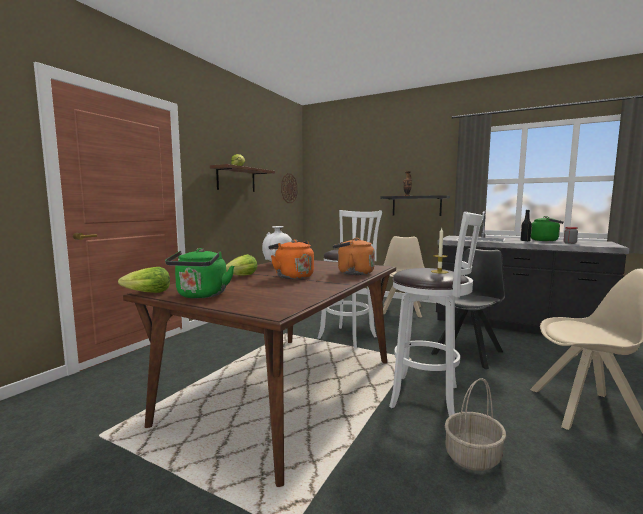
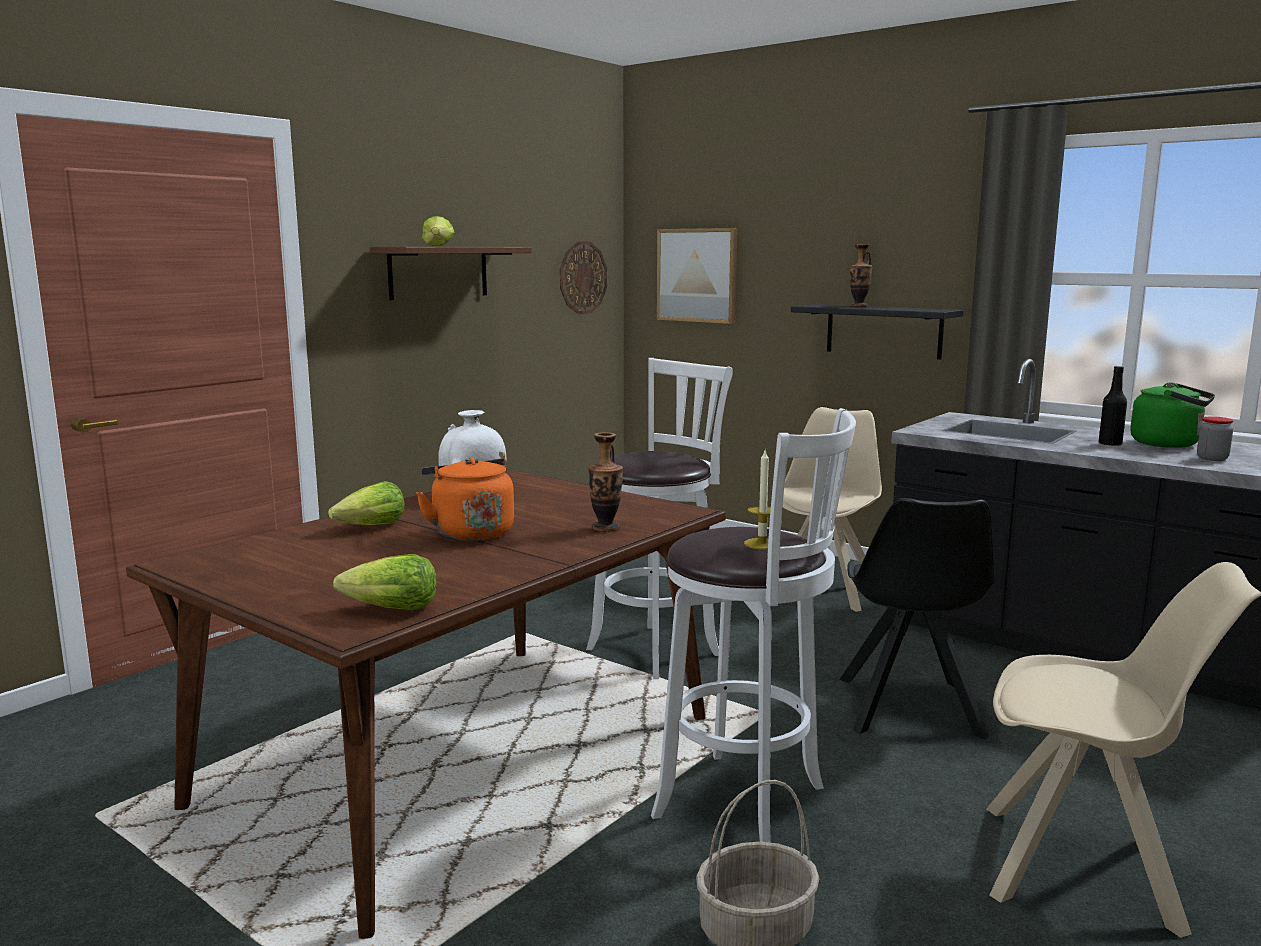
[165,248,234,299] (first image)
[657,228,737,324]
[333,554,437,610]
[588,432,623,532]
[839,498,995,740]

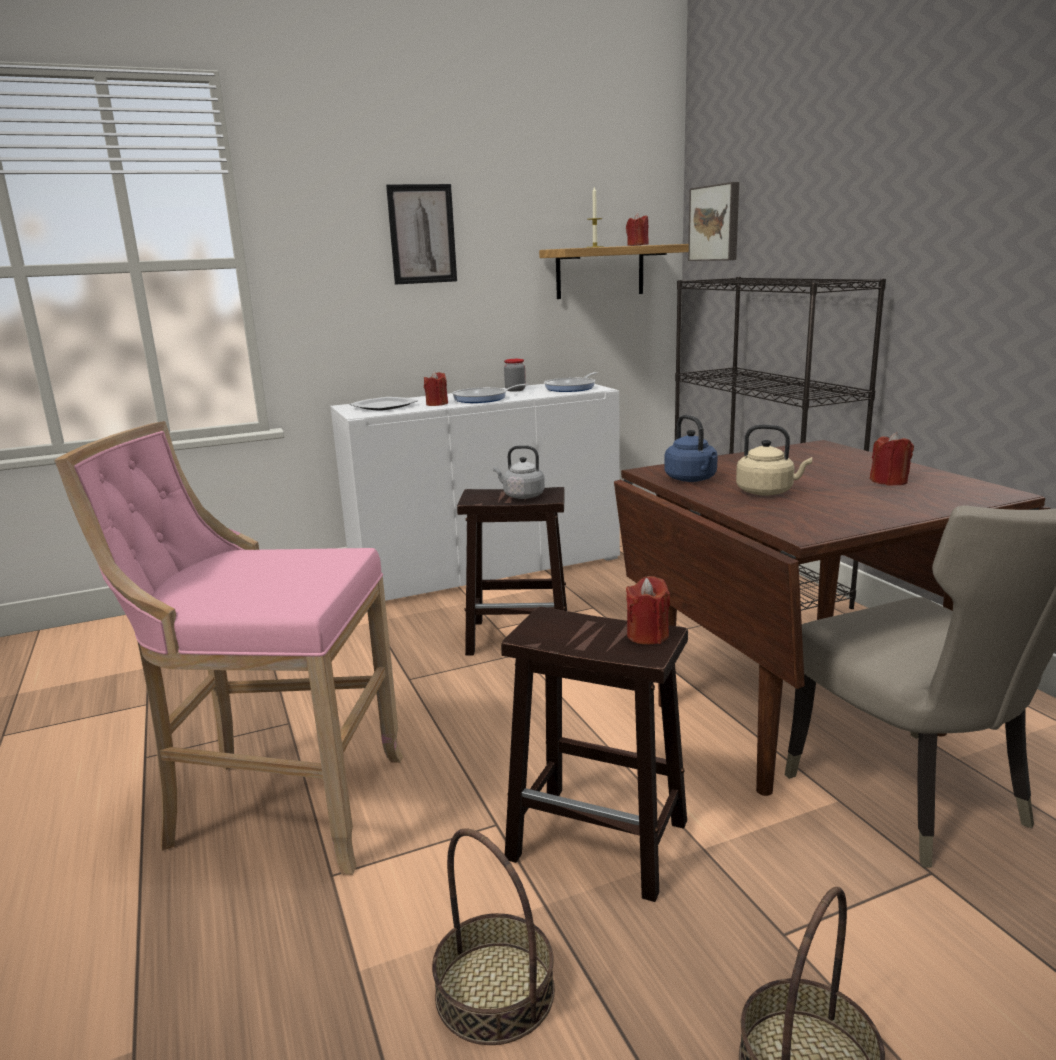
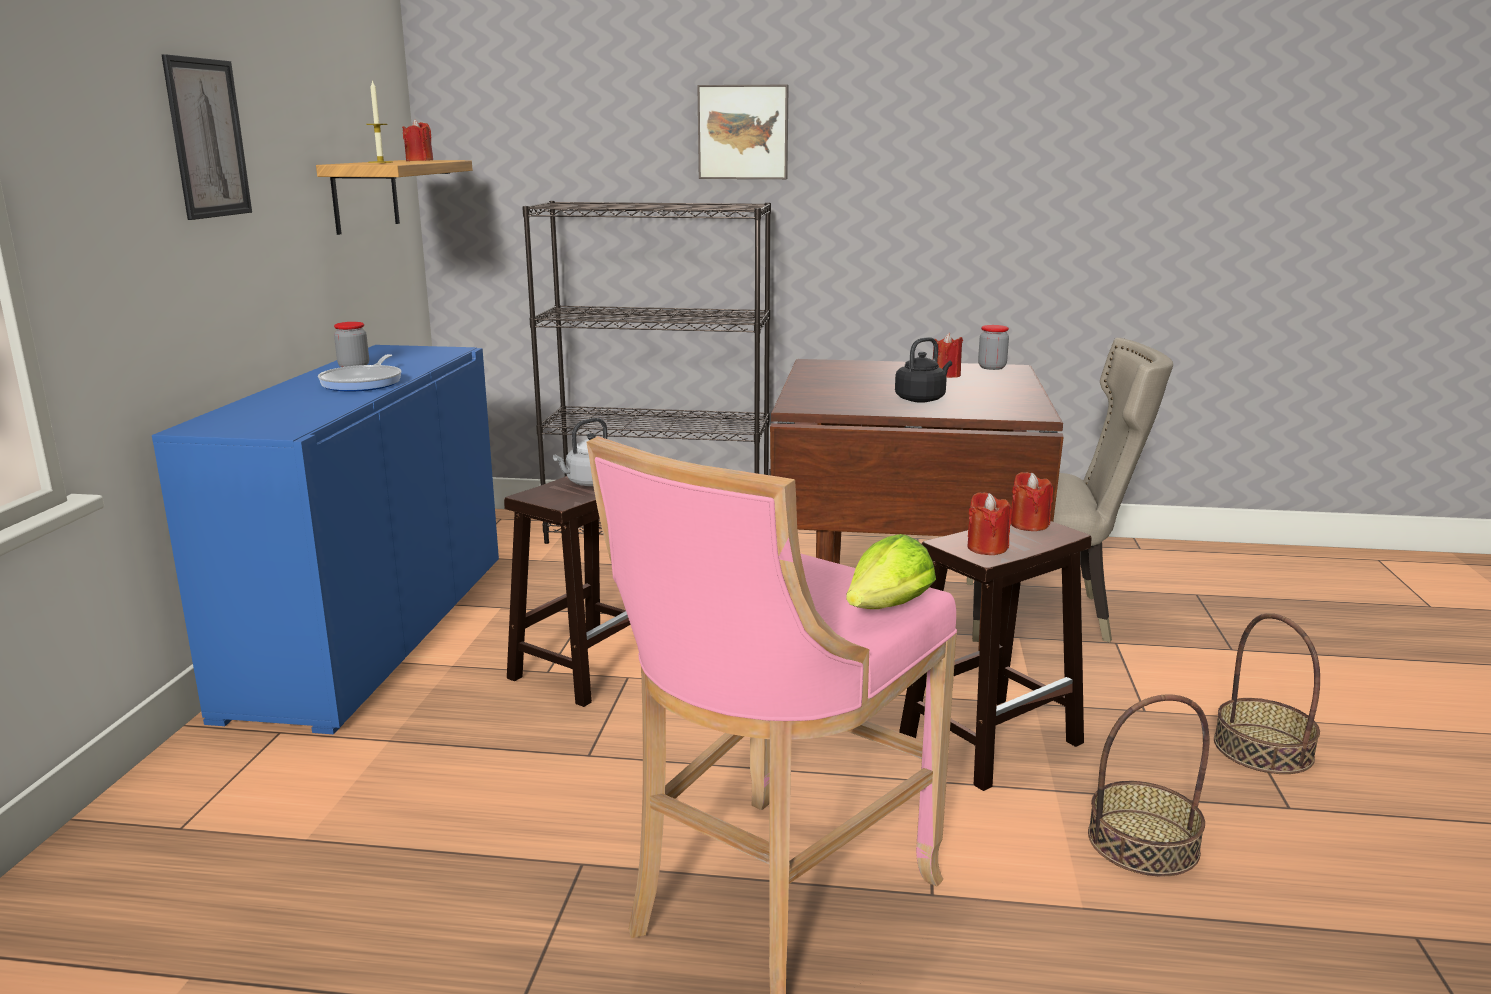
[350,397,417,411] (first image)
[544,372,597,392] (first image)
[664,415,718,482] (first image)
[846,534,936,609]
[978,325,1009,370]
[967,492,1012,555]
[697,85,789,179]
[152,345,499,734]
[895,337,952,403]

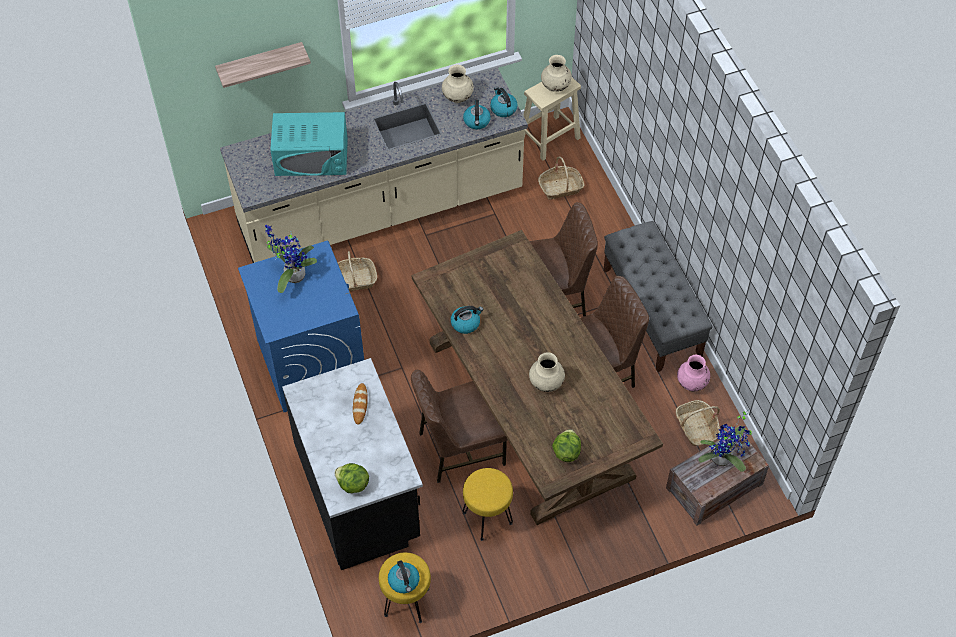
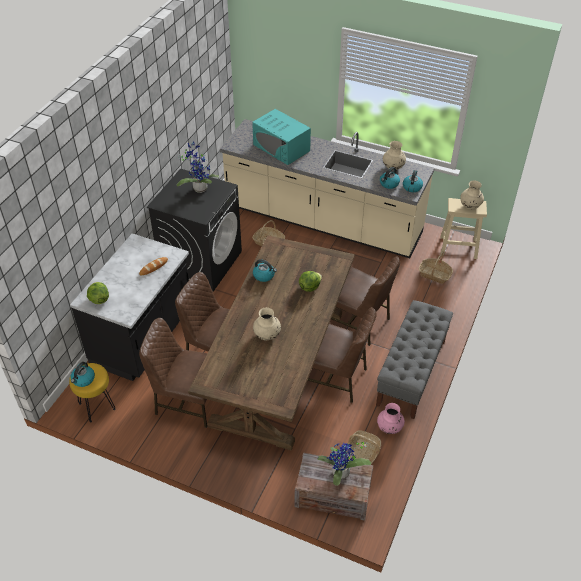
[215,42,311,88] (first image)
[299,271,322,292]
[139,318,207,428]
[147,169,242,292]

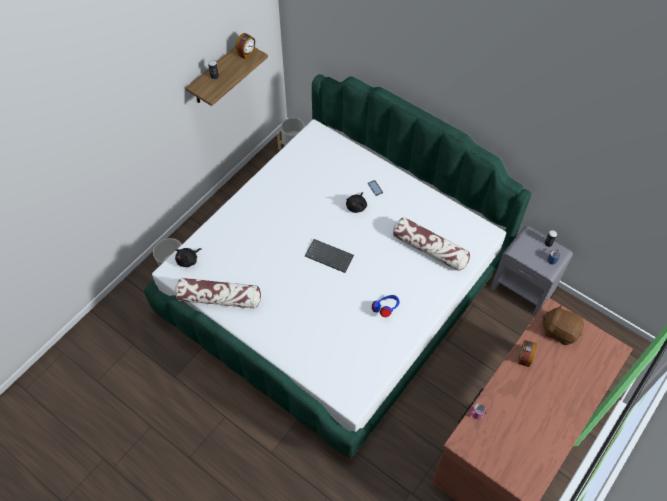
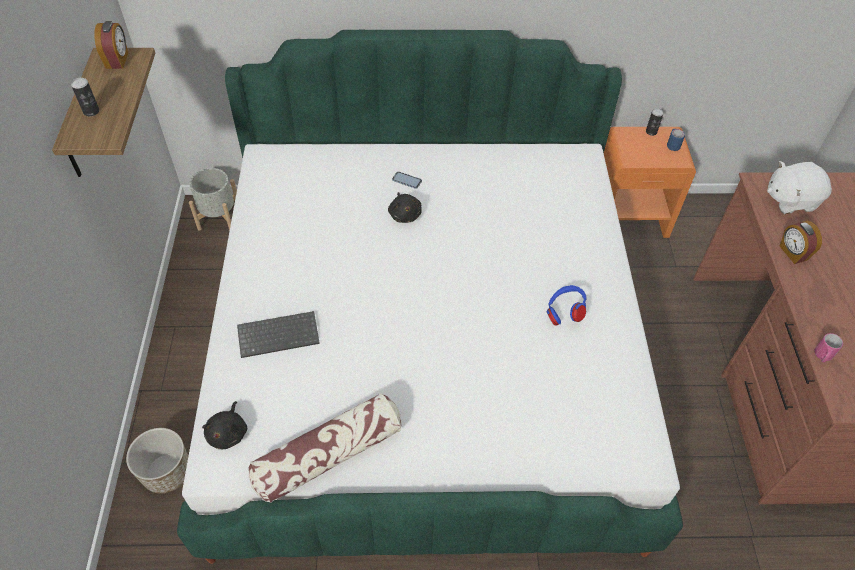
[393,217,470,271] (first image)
[237,311,320,358]
[604,127,696,238]
[767,161,832,214]

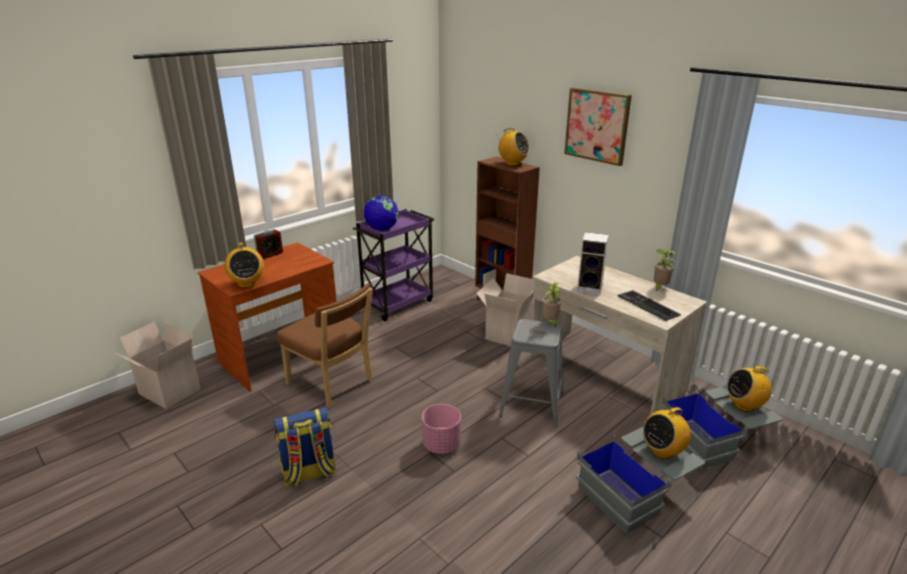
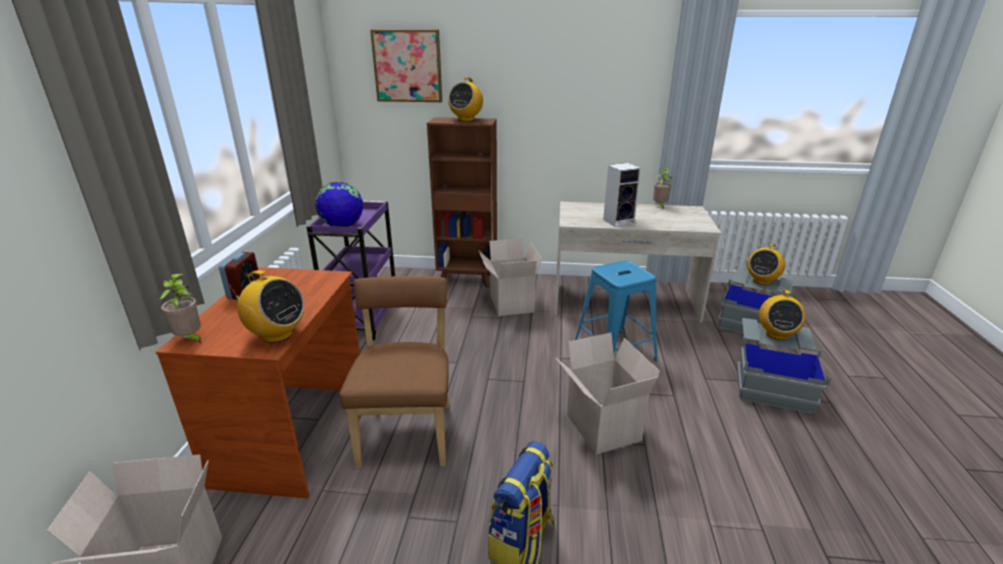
[618,290,681,321] (first image)
[159,274,201,345]
[370,29,442,102]
[556,333,660,454]
[575,260,658,361]
[340,276,449,468]
[448,77,483,121]

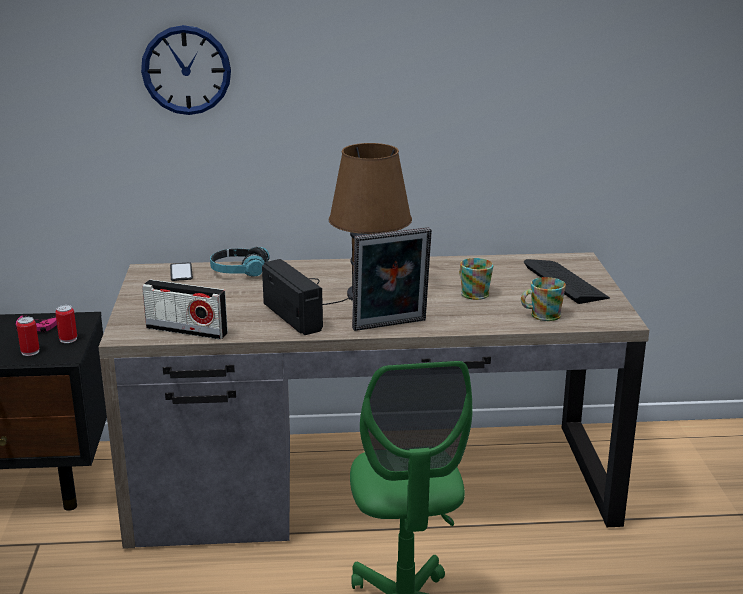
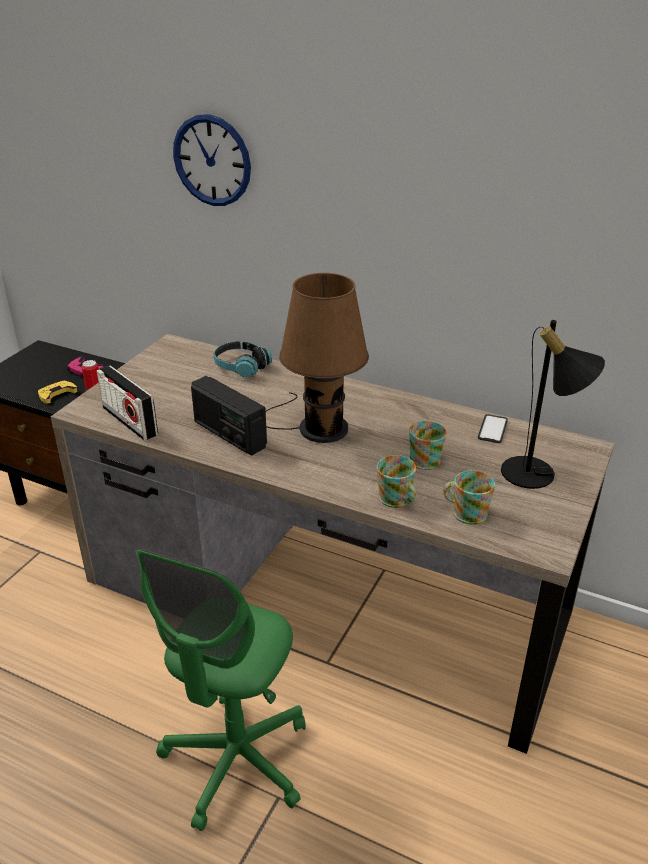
[352,227,432,331] (first image)
[377,455,416,508]
[478,414,508,443]
[38,381,77,404]
[501,320,605,489]
[191,376,267,455]

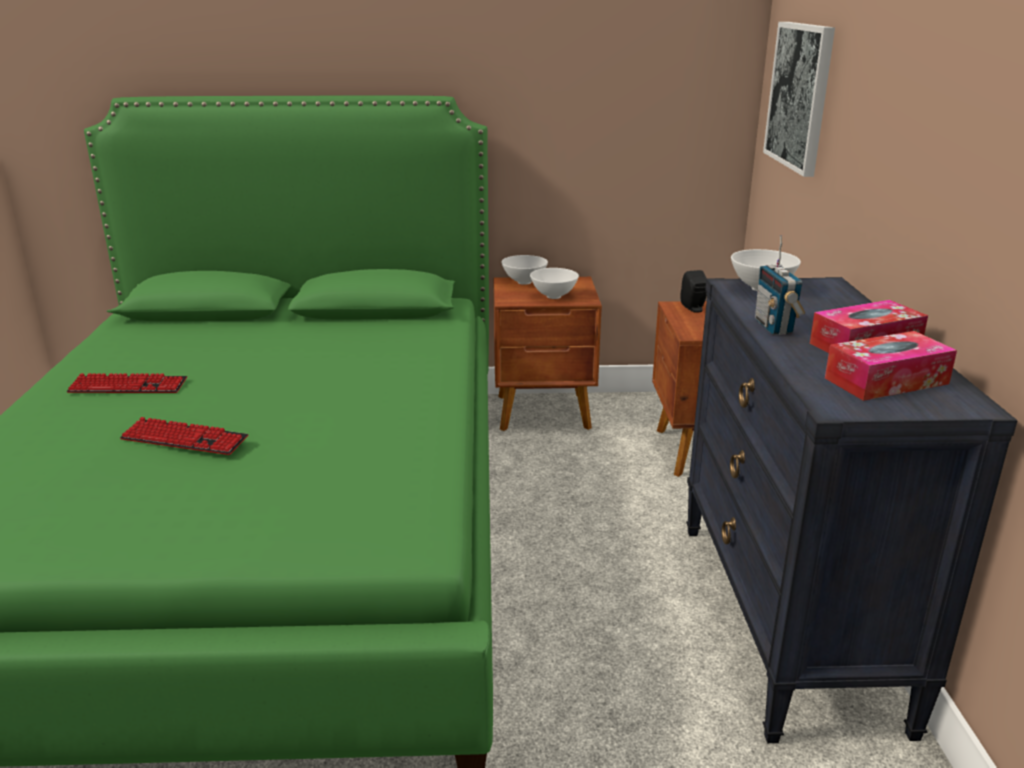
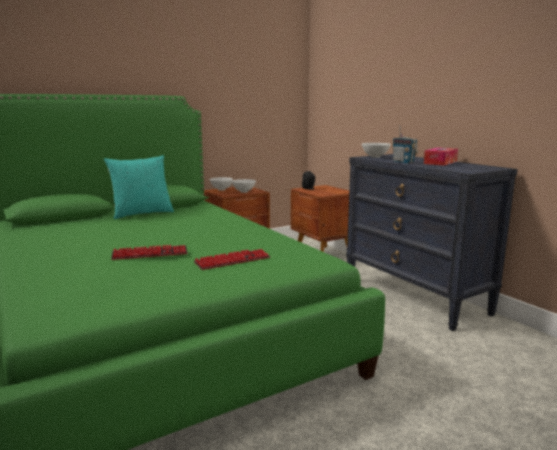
[763,22,835,177] (first image)
[825,331,957,401] (first image)
[104,155,174,219]
[194,249,270,270]

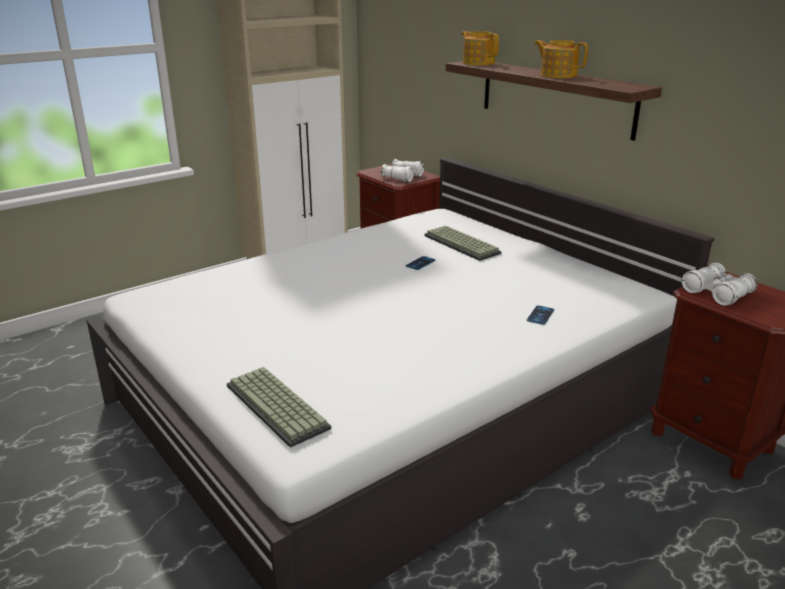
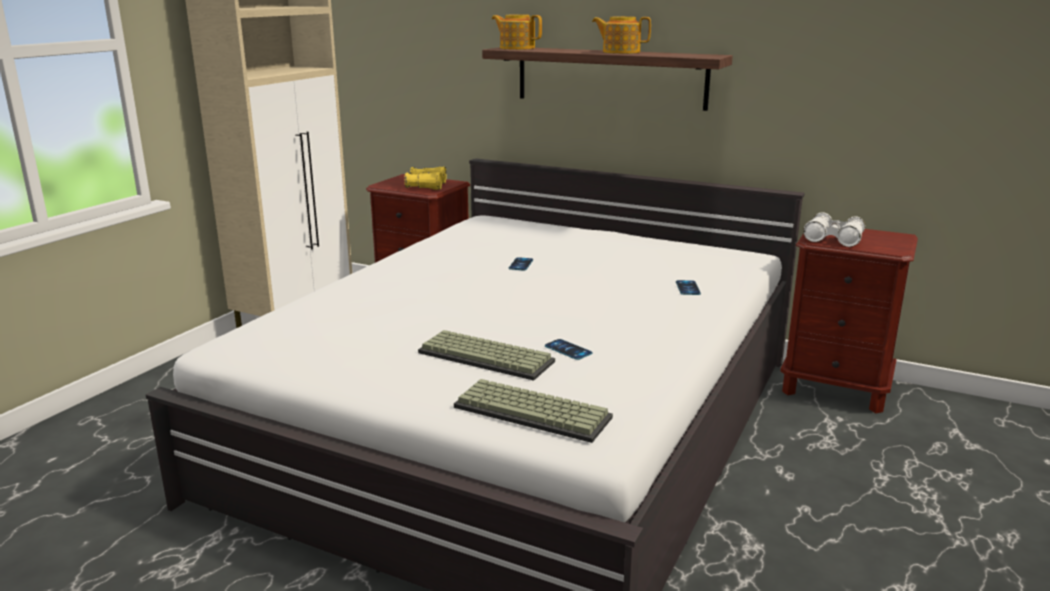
[545,339,592,360]
[418,330,555,381]
[404,167,447,190]

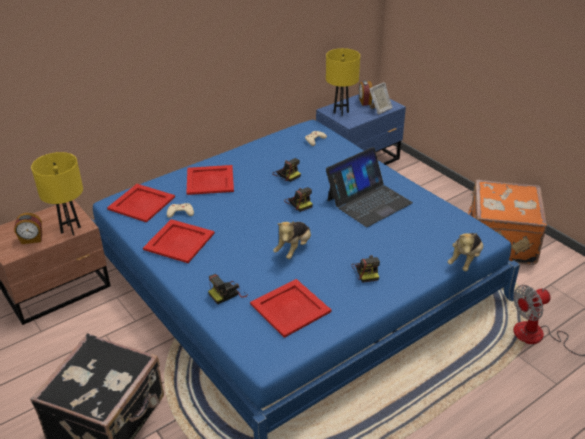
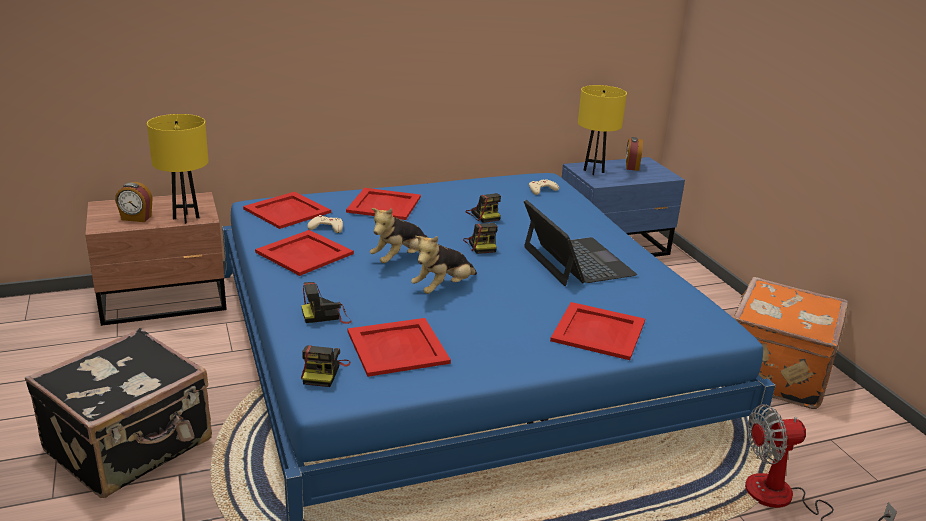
[369,82,393,114] (first image)
[550,302,645,360]
[301,345,351,387]
[370,208,429,263]
[524,200,637,286]

